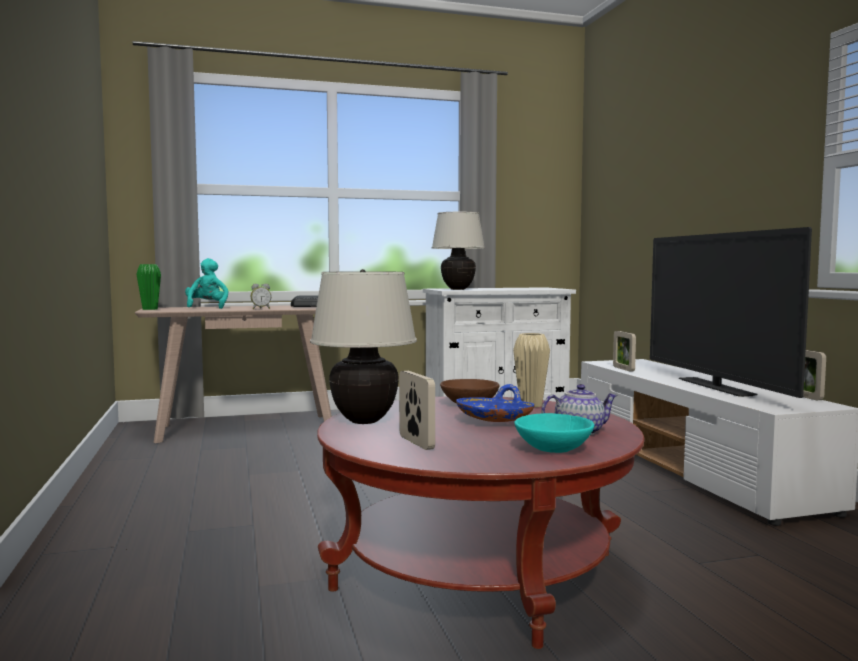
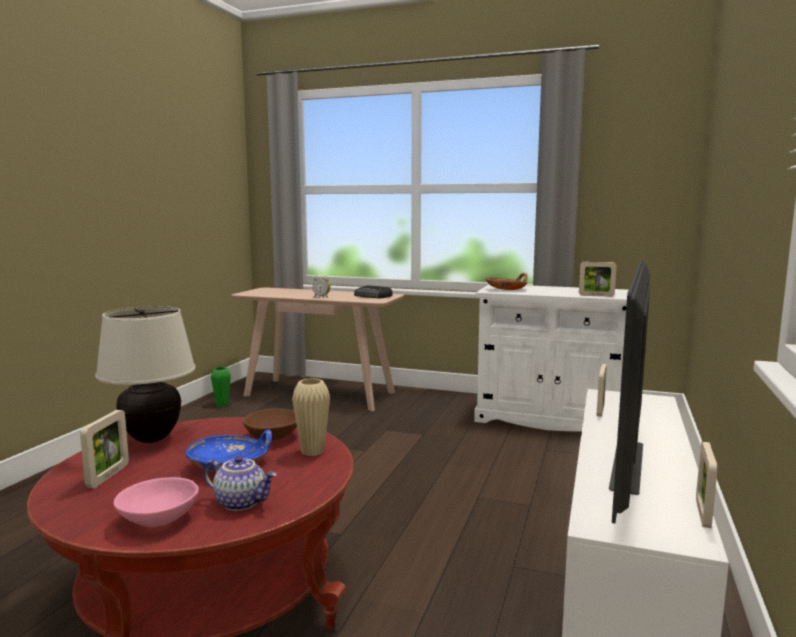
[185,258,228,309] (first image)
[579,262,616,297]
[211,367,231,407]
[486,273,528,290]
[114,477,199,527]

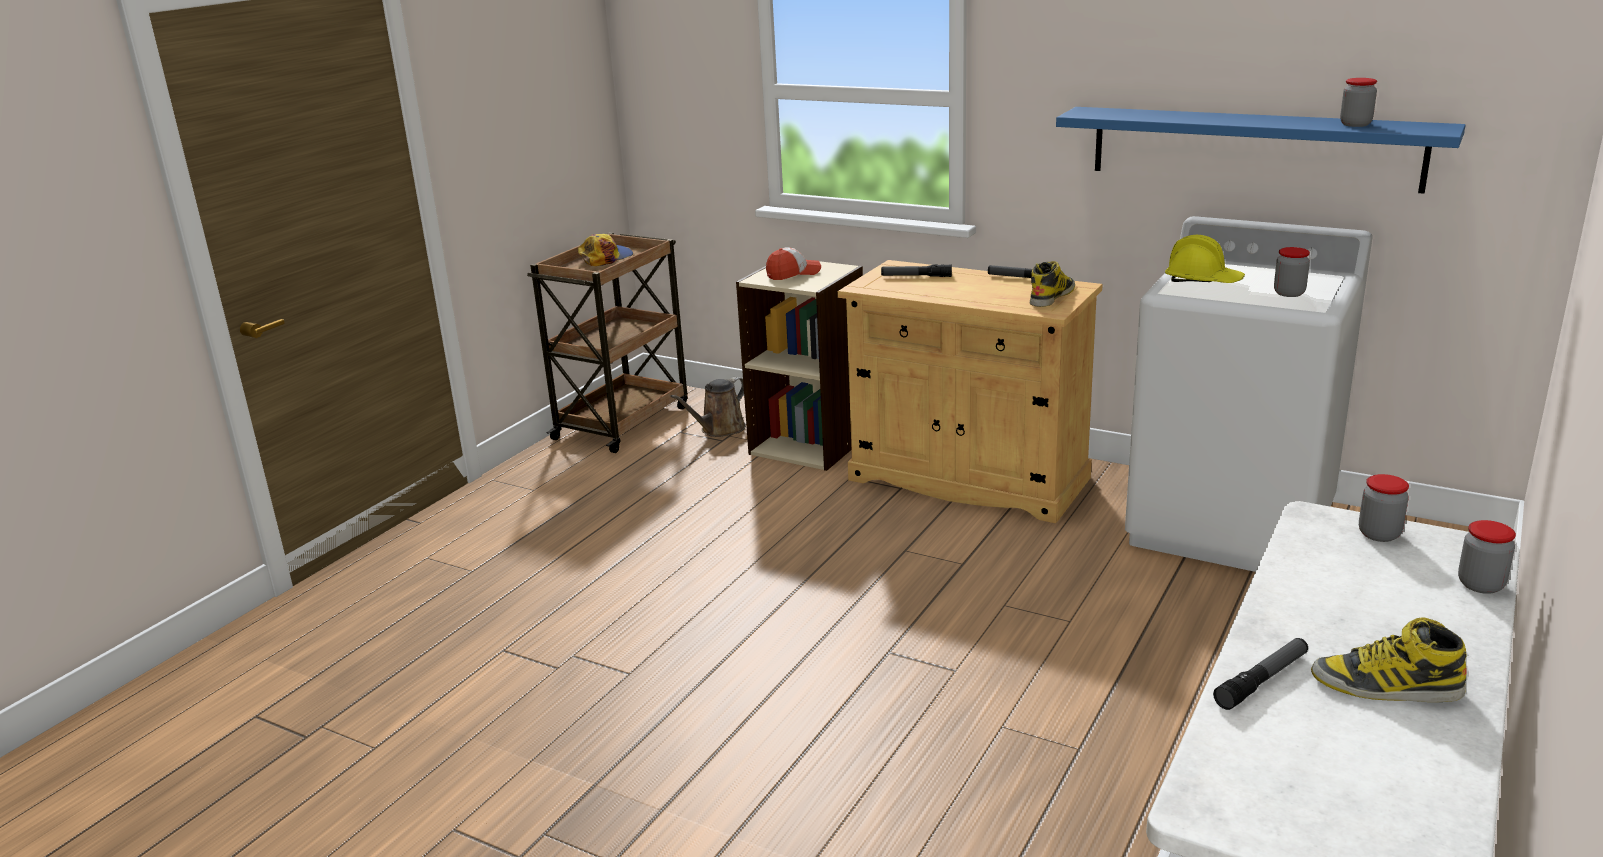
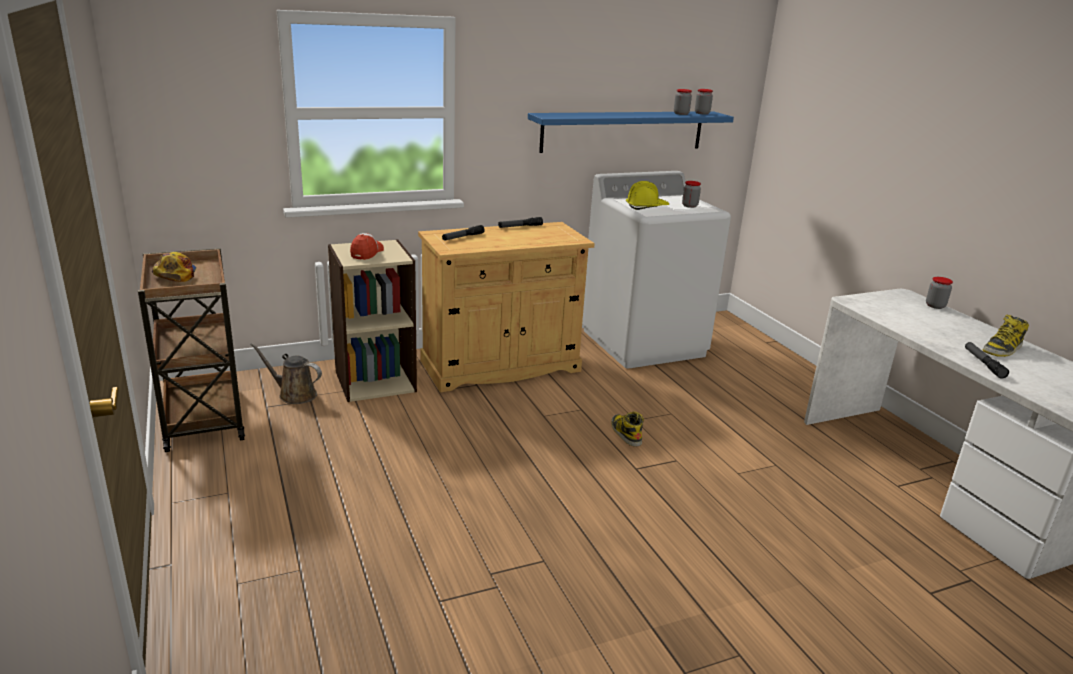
[611,412,644,446]
[695,89,713,115]
[250,343,322,404]

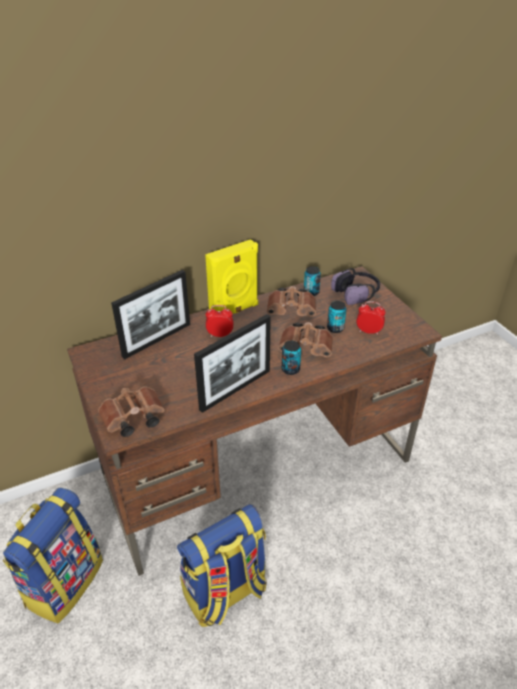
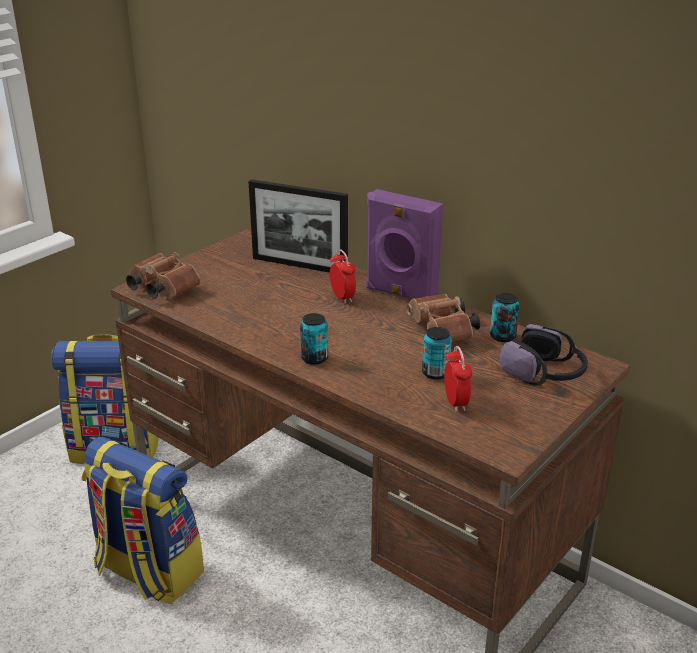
[194,314,271,413] (first image)
[278,322,333,357] (first image)
[366,189,443,299]

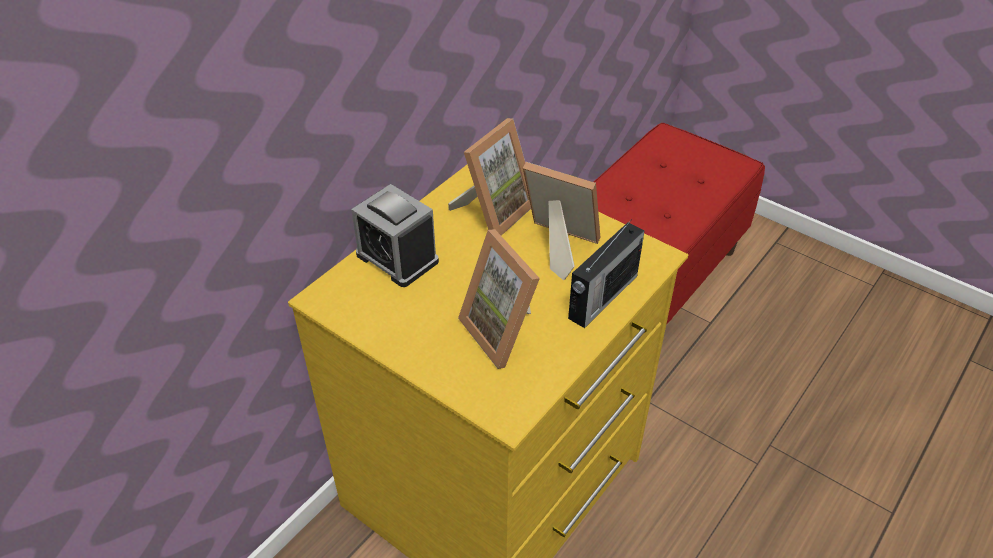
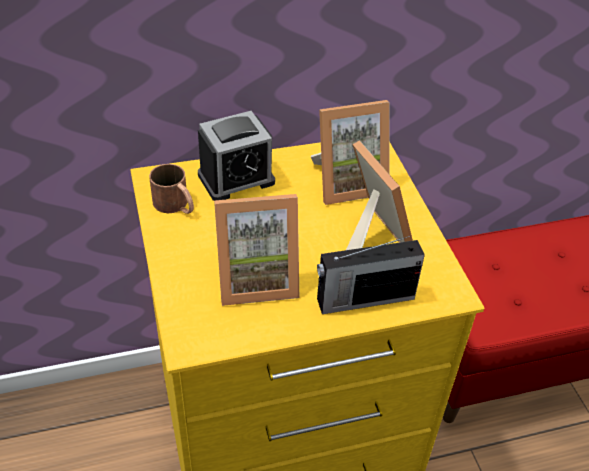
[149,164,194,214]
[198,111,275,201]
[214,194,299,306]

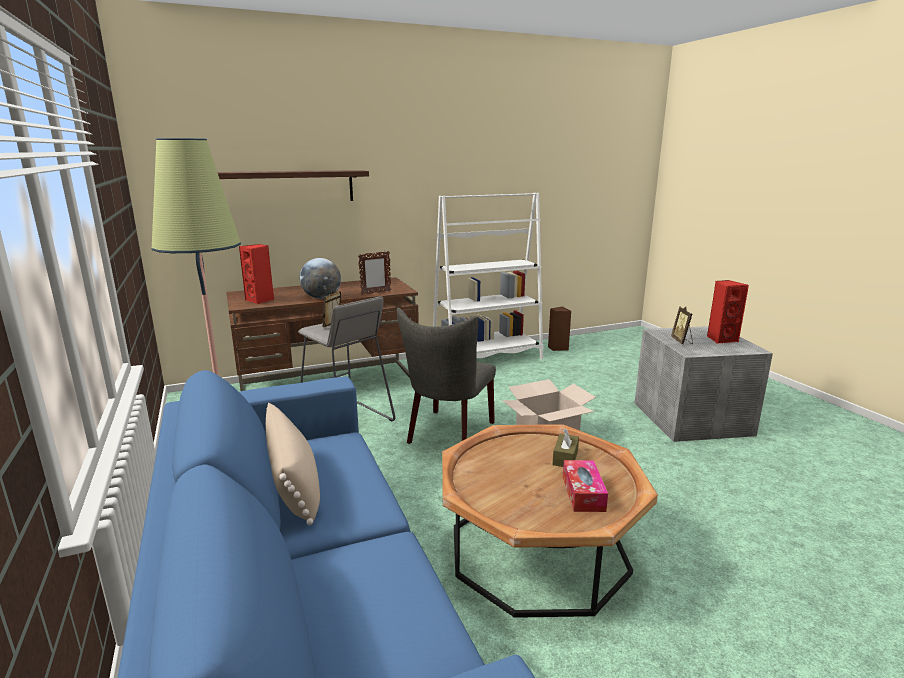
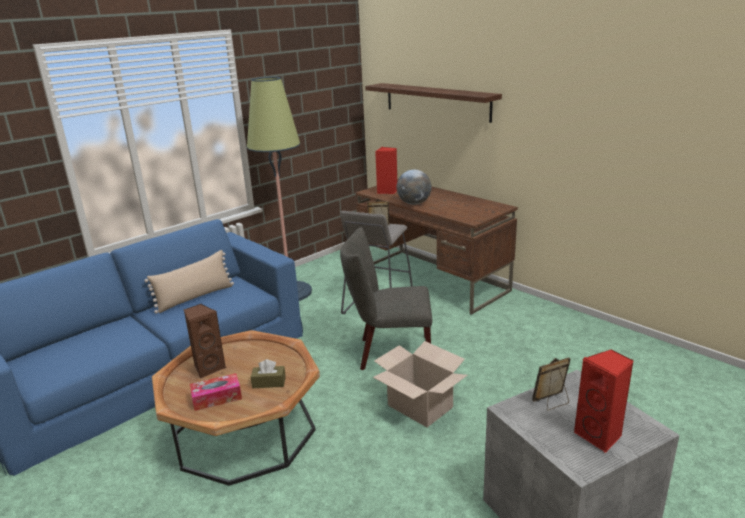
[358,251,391,295] (first image)
[433,193,543,359] (first image)
[184,304,226,379]

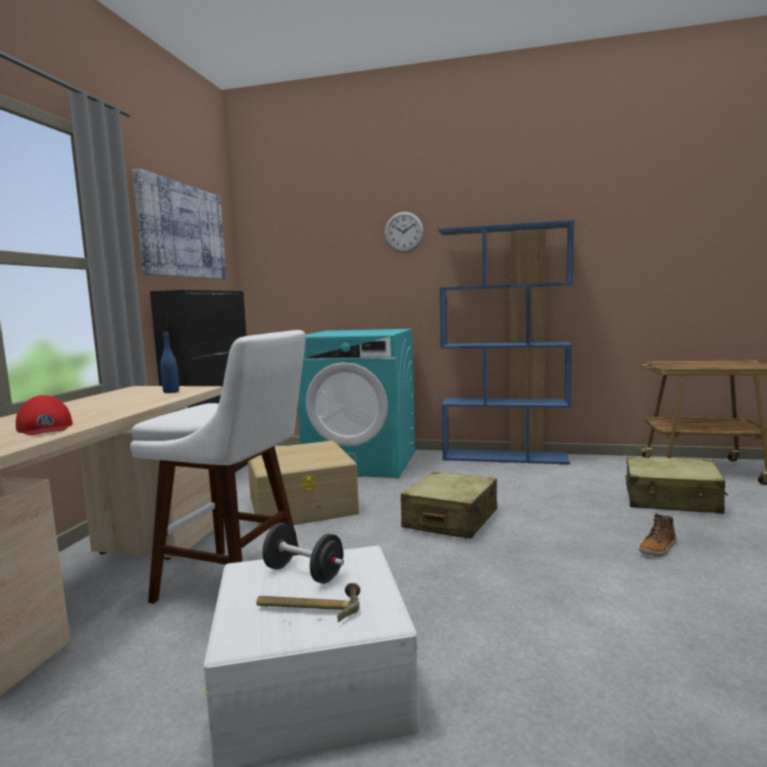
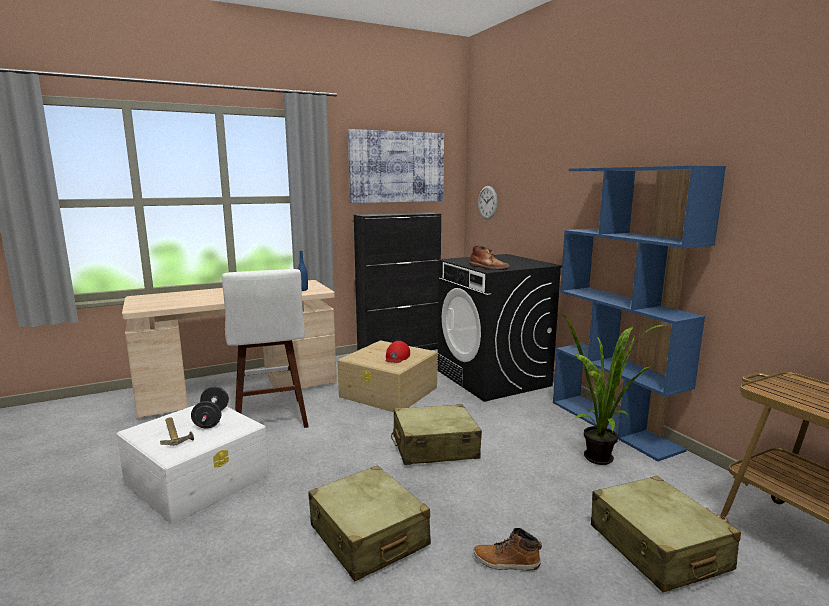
[308,465,431,581]
[469,245,510,270]
[563,315,667,465]
[386,341,410,363]
[478,186,498,219]
[438,254,562,402]

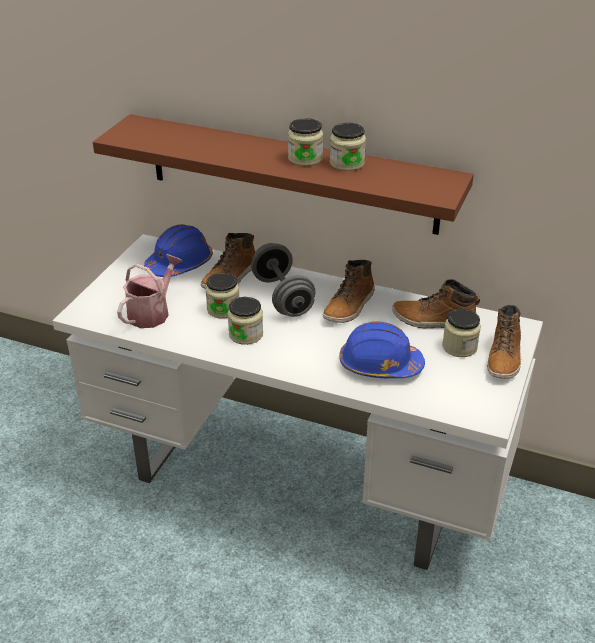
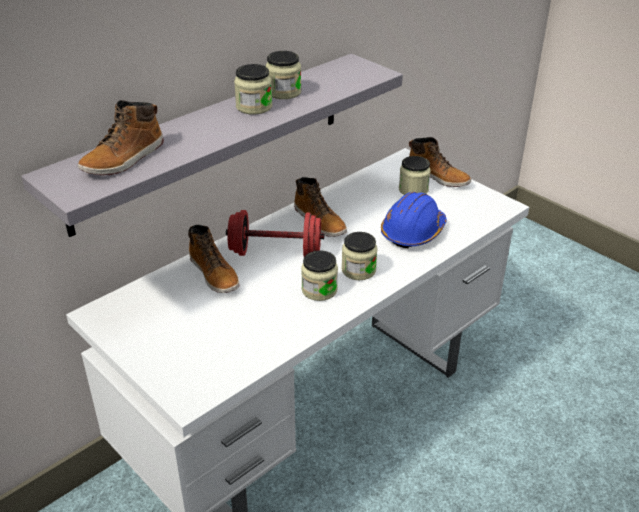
[117,254,183,328] (first image)
[144,224,213,277] (first image)
[342,232,378,280]
[78,100,164,175]
[21,54,403,237]
[226,210,324,257]

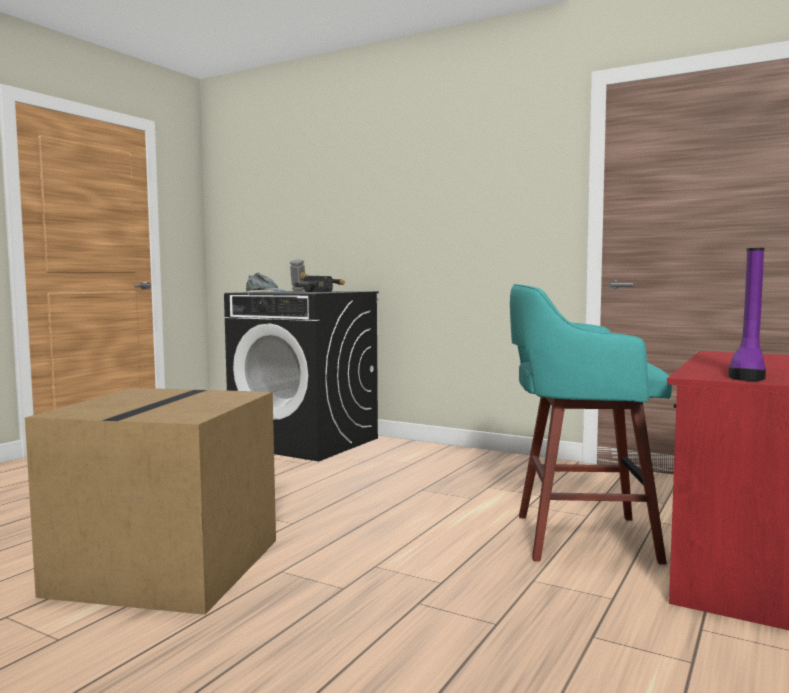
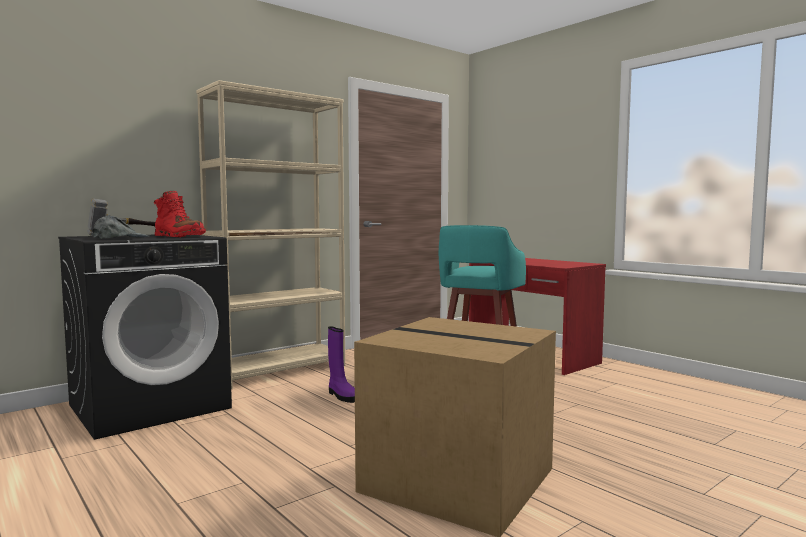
[196,80,345,389]
[328,326,355,403]
[154,191,206,237]

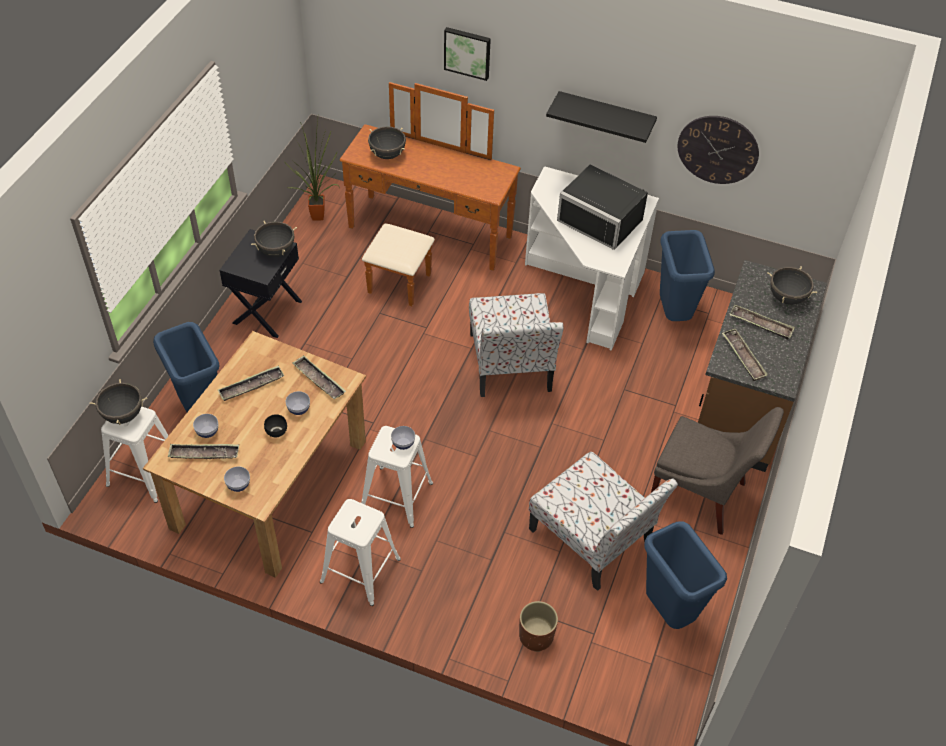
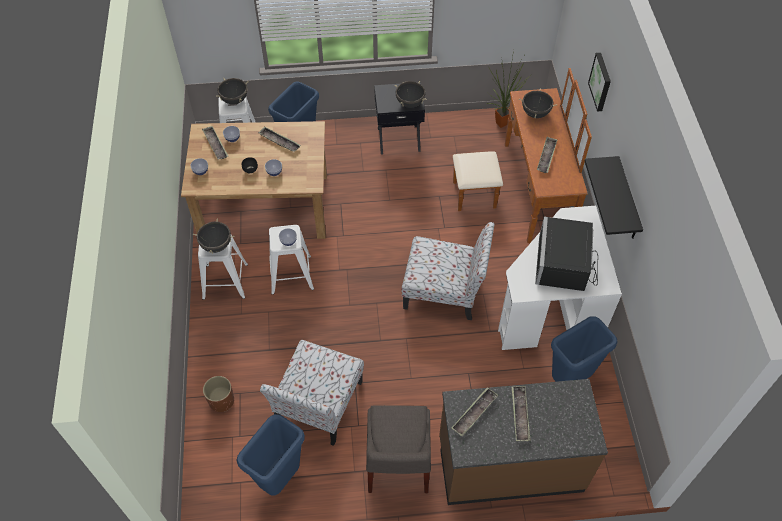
[678,116,759,184] (first image)
[537,137,558,173]
[193,218,234,254]
[402,222,495,320]

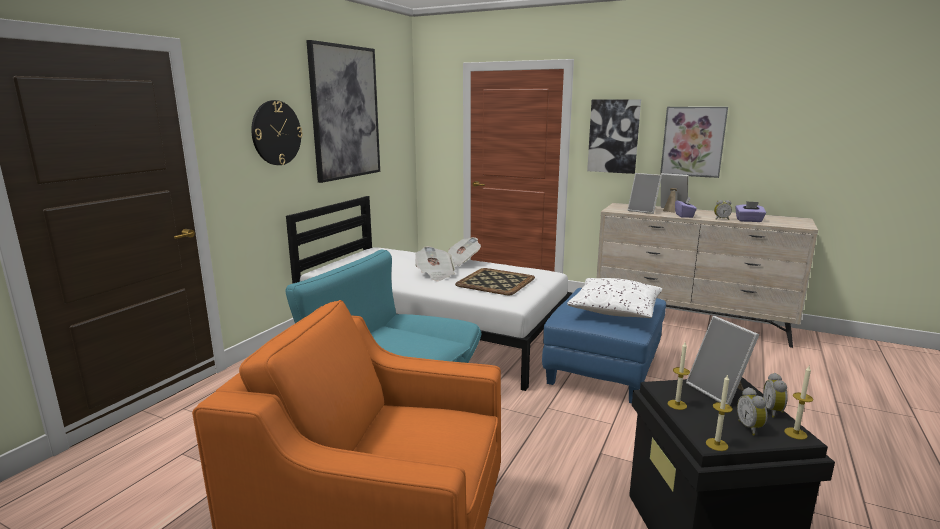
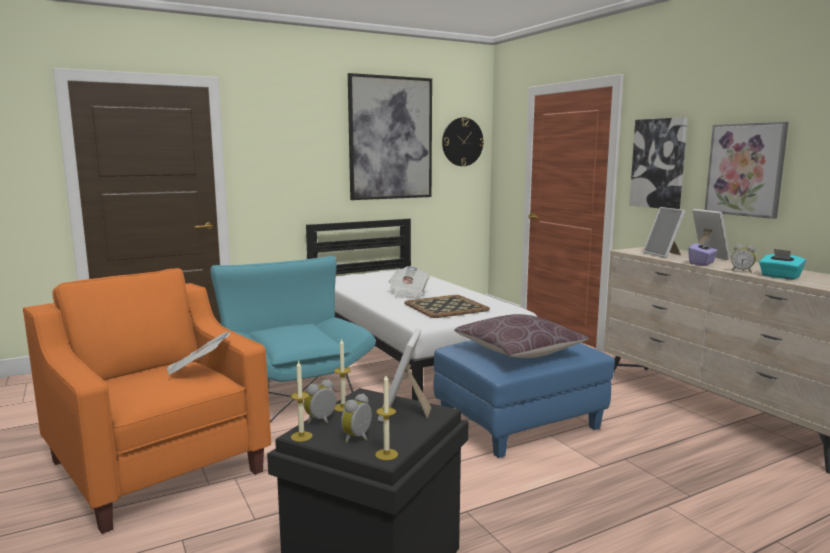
[442,117,484,166]
[167,332,230,375]
[304,379,337,424]
[454,314,589,358]
[759,249,806,280]

